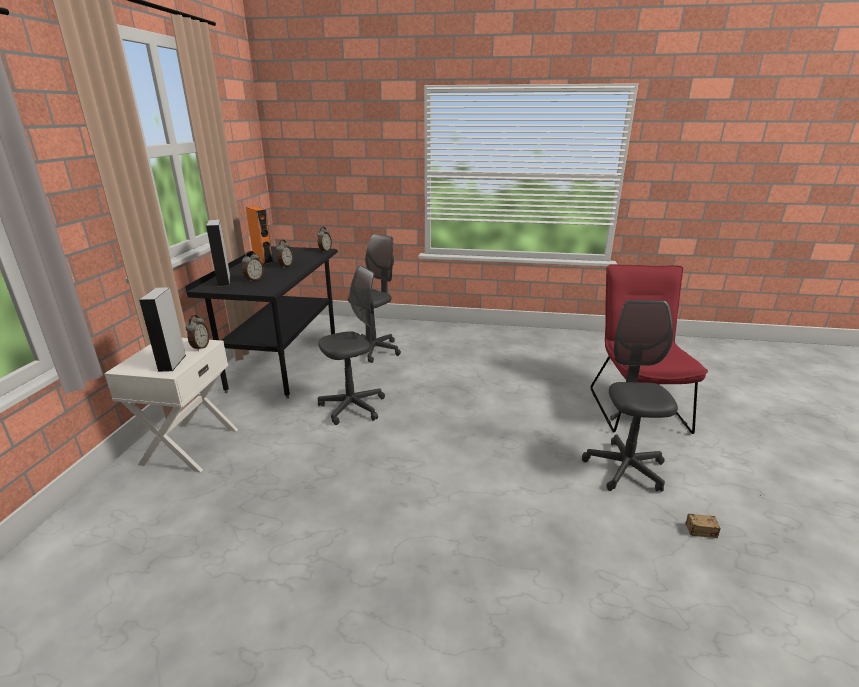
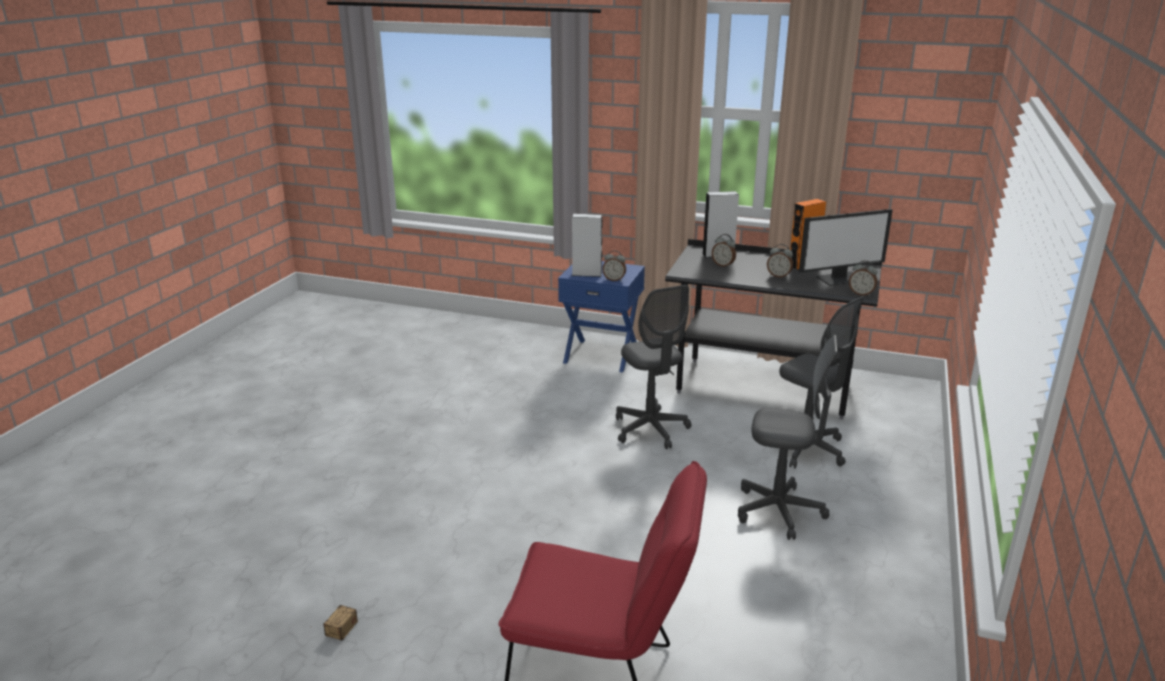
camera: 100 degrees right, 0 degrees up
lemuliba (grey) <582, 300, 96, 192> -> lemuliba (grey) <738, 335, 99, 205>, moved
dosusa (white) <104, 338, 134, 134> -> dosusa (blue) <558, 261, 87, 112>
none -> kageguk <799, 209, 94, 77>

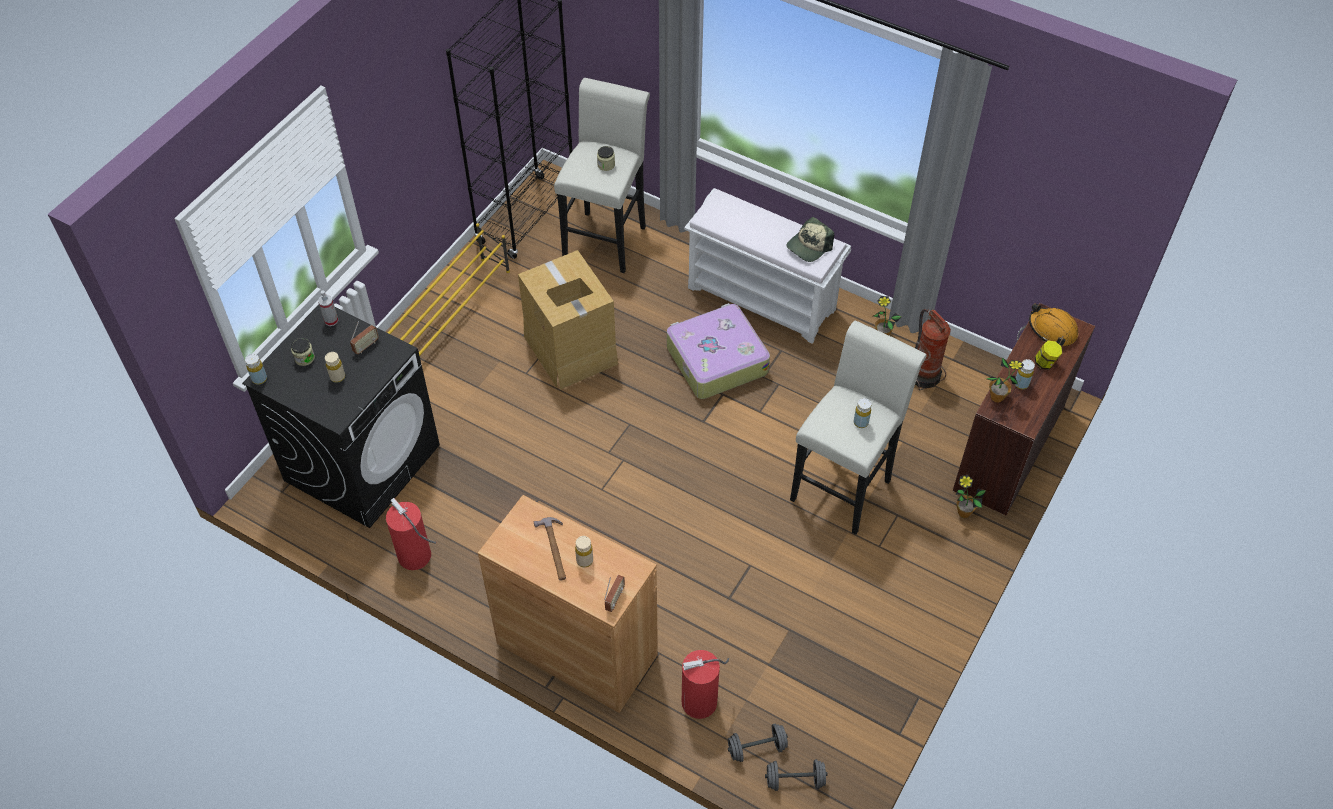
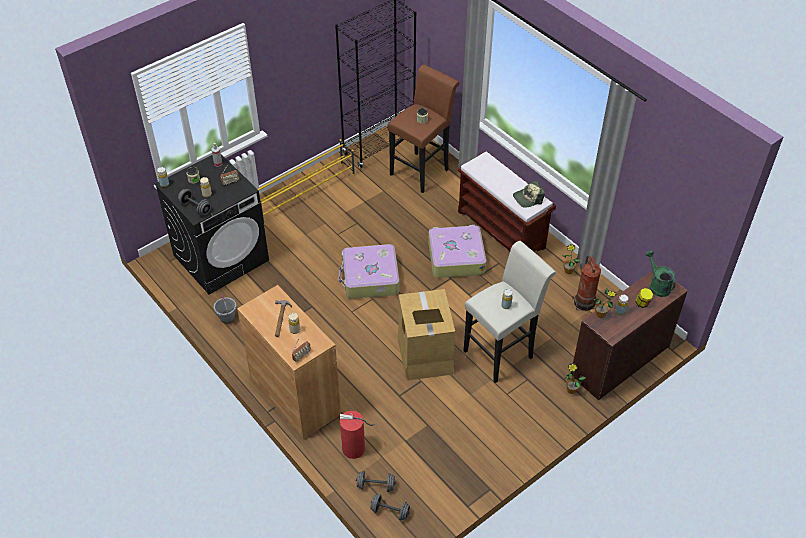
camera: 20 degrees right, 5 degrees down
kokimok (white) <554, 78, 96, 195> -> kokimok (brown) <387, 64, 72, 129>
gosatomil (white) <684, 188, 167, 156> -> gosatomil (brown) <457, 151, 99, 101>
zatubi <518, 250, 100, 140> -> zatubi <397, 289, 58, 91>, moved
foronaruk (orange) <1029, 304, 49, 42> -> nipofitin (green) <645, 250, 31, 47>
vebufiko <386, 498, 50, 72> -> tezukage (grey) <214, 293, 23, 31>
none -> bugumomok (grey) <178, 189, 33, 26>
none -> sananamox <339, 244, 60, 55>

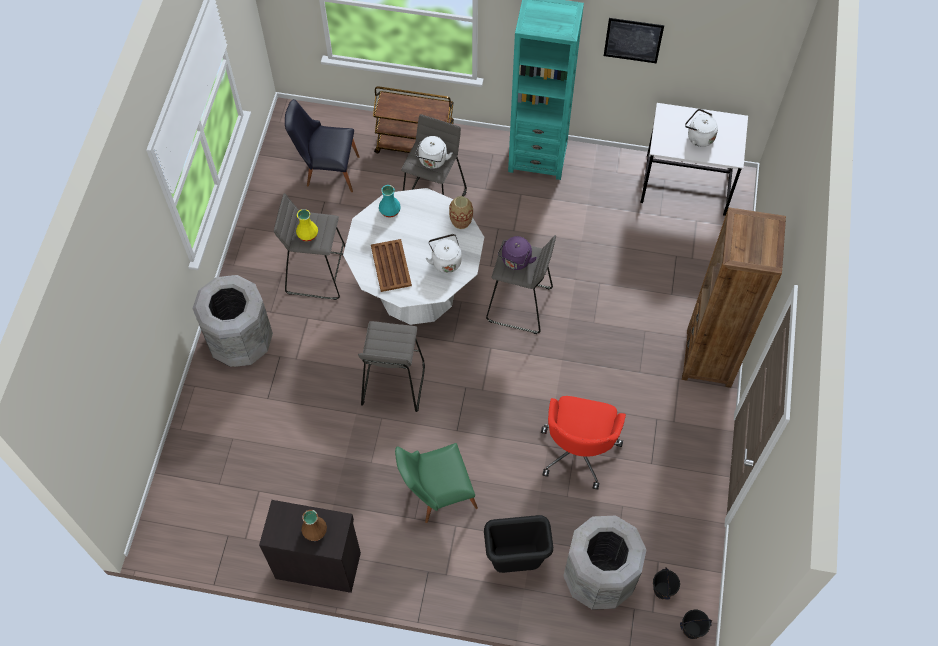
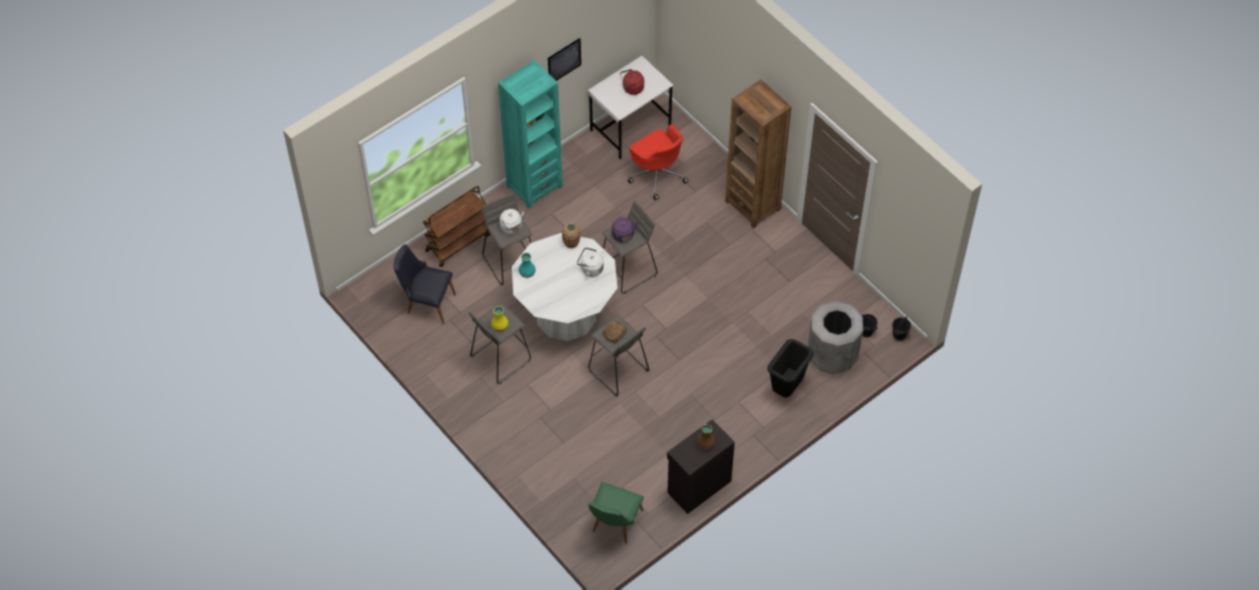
camera: 50 degrees left, 5 degrees down
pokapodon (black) <285, 99, 75, 93> -> pokapodon (black) <393, 244, 63, 80>, 60 degrees clockwise
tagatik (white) <685, 109, 33, 38> -> tagatik (red) <620, 69, 24, 26>
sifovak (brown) <371, 239, 41, 53> -> none
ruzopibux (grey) <192, 275, 81, 92> -> none
lemuliba (red) <541, 396, 85, 94> -> lemuliba (red) <628, 124, 61, 76>, moved
pokapodon (green) <395, 443, 83, 80> -> pokapodon (green) <588, 482, 56, 62>, moved
none -> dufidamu <603, 321, 24, 22>

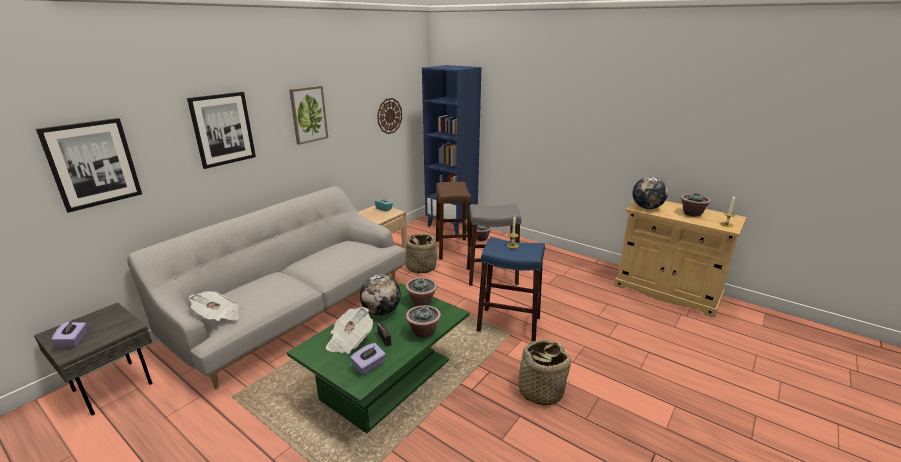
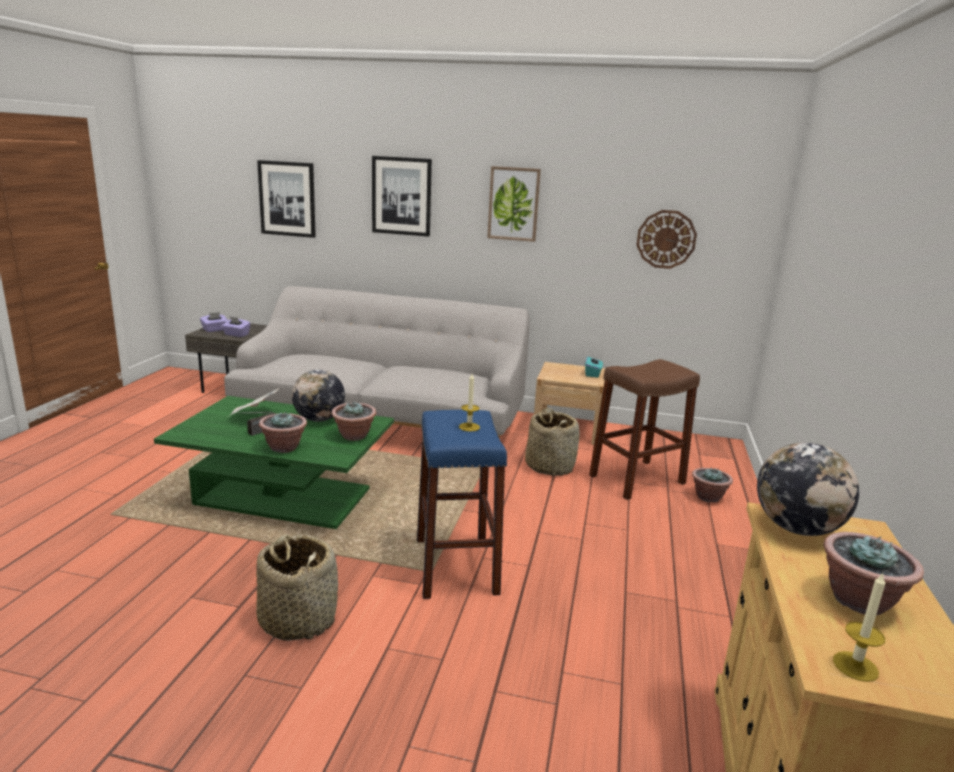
camera: 65 degrees right, 5 degrees down
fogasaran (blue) <422, 65, 59, 170> -> none
kokimok (grey) <467, 204, 54, 82> -> none
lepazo <189, 291, 50, 30> -> none
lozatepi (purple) <350, 343, 36, 32> -> lozatepi (purple) <222, 317, 29, 20>, moved

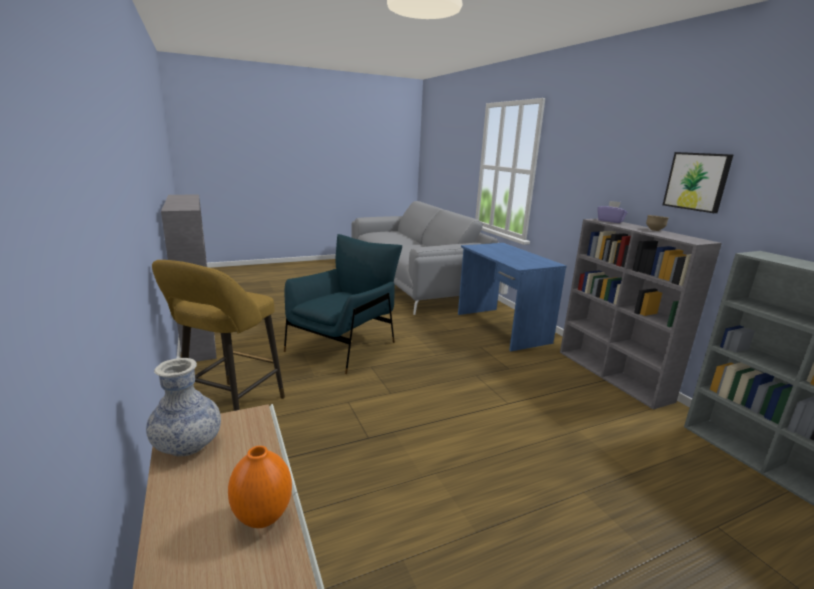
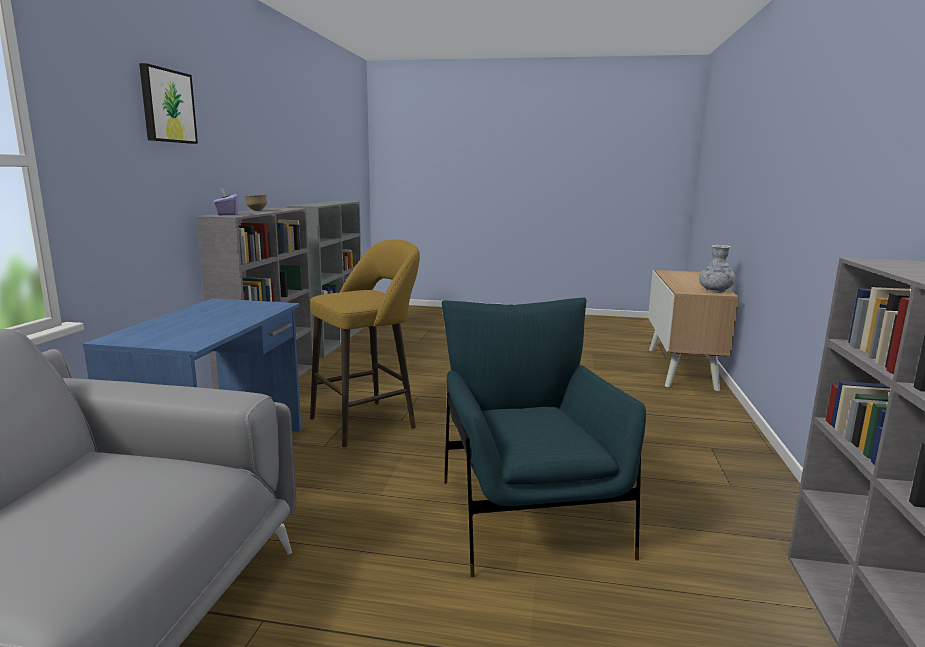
camera: 145 degrees left, 5 degrees down
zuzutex <663, 152, 70, 61> -> zuzutex <139, 63, 59, 81>, moved
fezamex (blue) <284, 234, 118, 140> -> fezamex (blue) <442, 297, 204, 280>, 105 degrees clockwise
kokimok (yellow) <152, 260, 133, 151> -> kokimok (yellow) <310, 239, 110, 208>, moved
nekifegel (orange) <228, 446, 64, 82> -> none

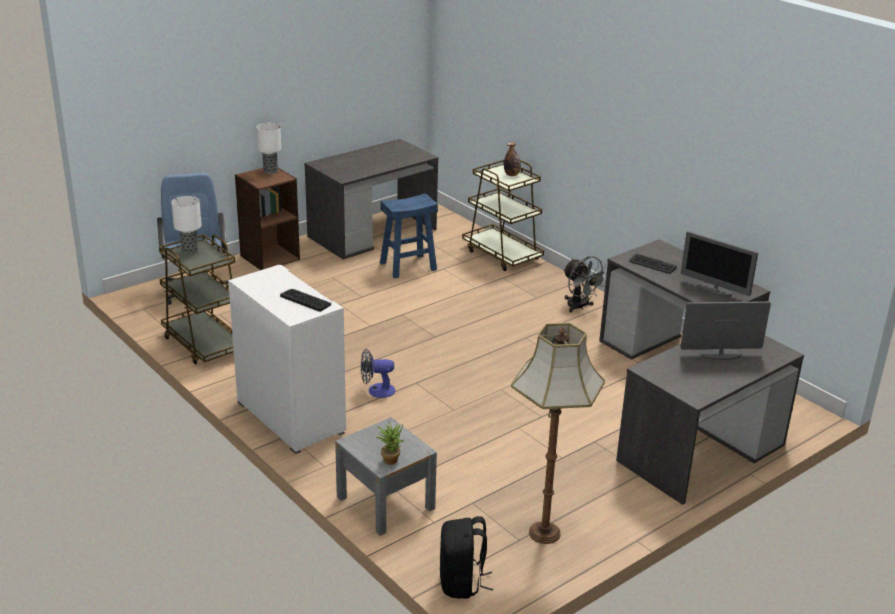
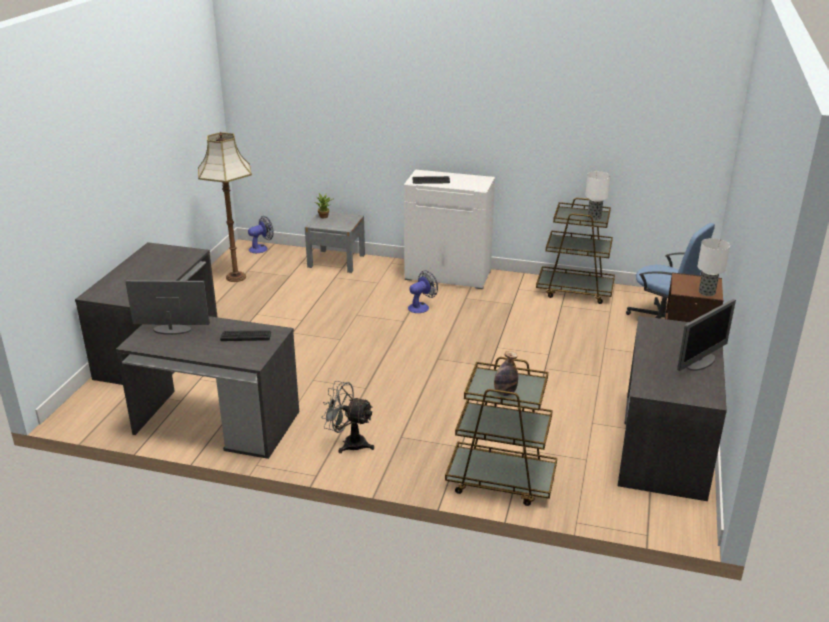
camera: 145 degrees right, 0 degrees up
kokimok (blue) <380, 193, 58, 86> -> none
kageguk <680, 301, 91, 59> -> kageguk <677, 299, 59, 72>, moved
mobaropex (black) <440, 516, 53, 83> -> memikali <248, 216, 26, 37>

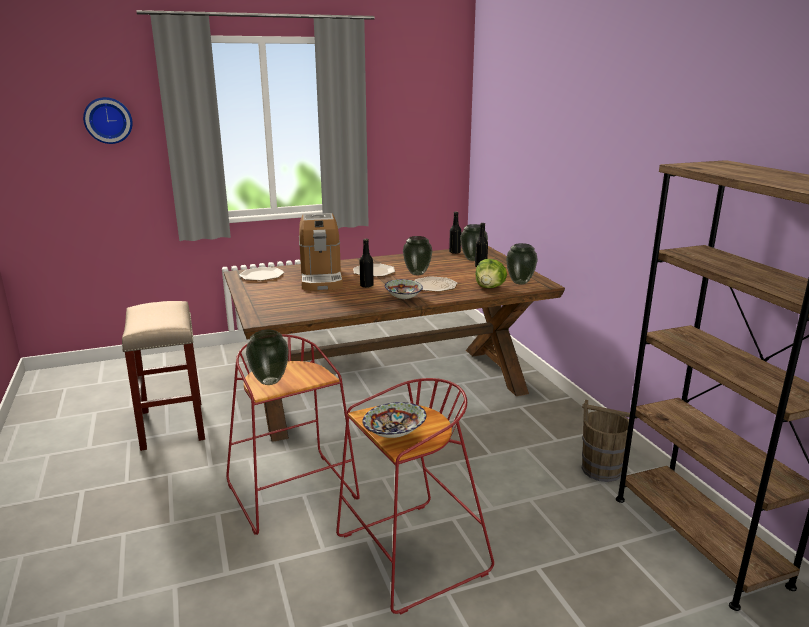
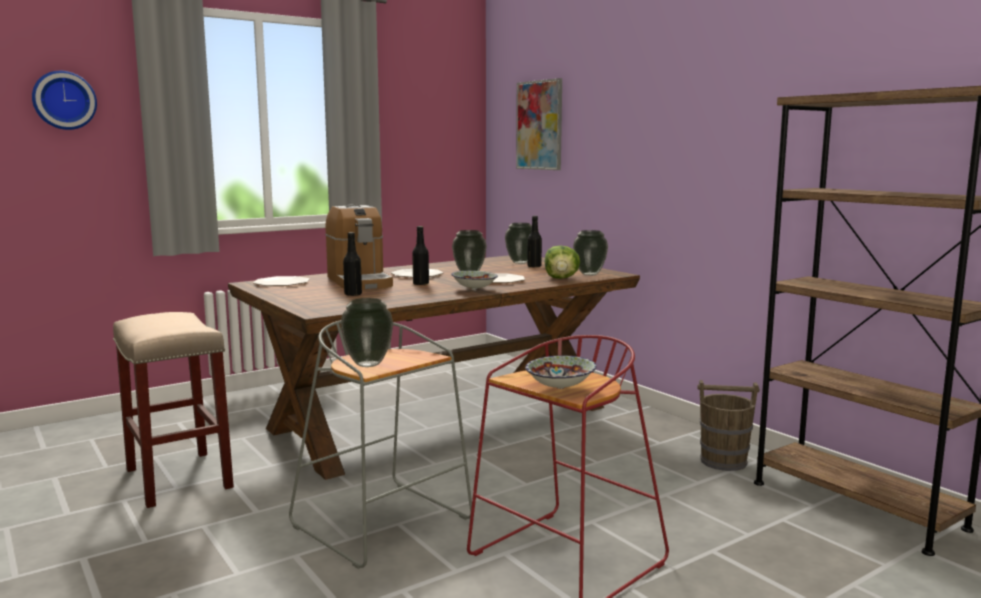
camera: 15 degrees left, 10 degrees down
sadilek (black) <449, 212, 12, 42> -> sadilek (black) <343, 232, 19, 64>, moved
kokimok (red) <226, 334, 134, 201> -> kokimok (grey) <289, 320, 183, 249>
none -> zuzutex <516, 78, 46, 92>

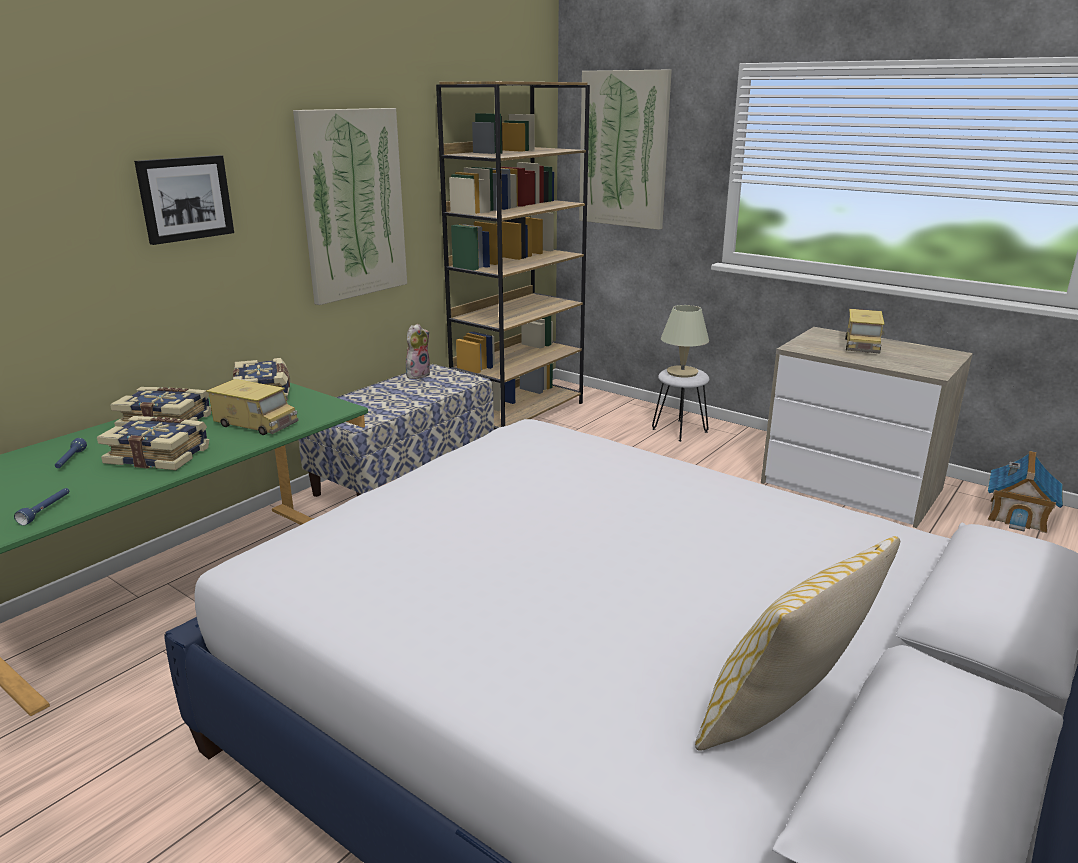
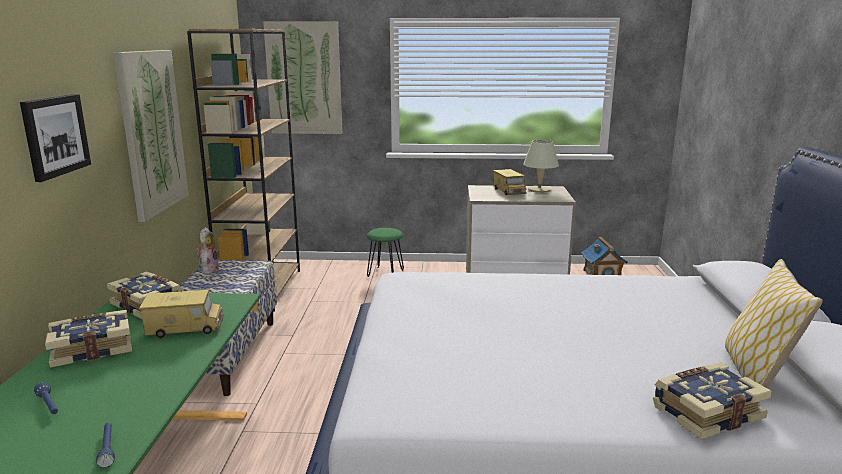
camera: 35 degrees left, 5 degrees down
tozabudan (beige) <661, 305, 48, 72> -> tozabudan (beige) <523, 140, 36, 53>, moved
kokimok (white) <652, 369, 57, 73> -> kokimok (green) <367, 228, 37, 49>
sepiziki <97, 416, 112, 54> -> sepiziki <653, 363, 119, 76>, moved

